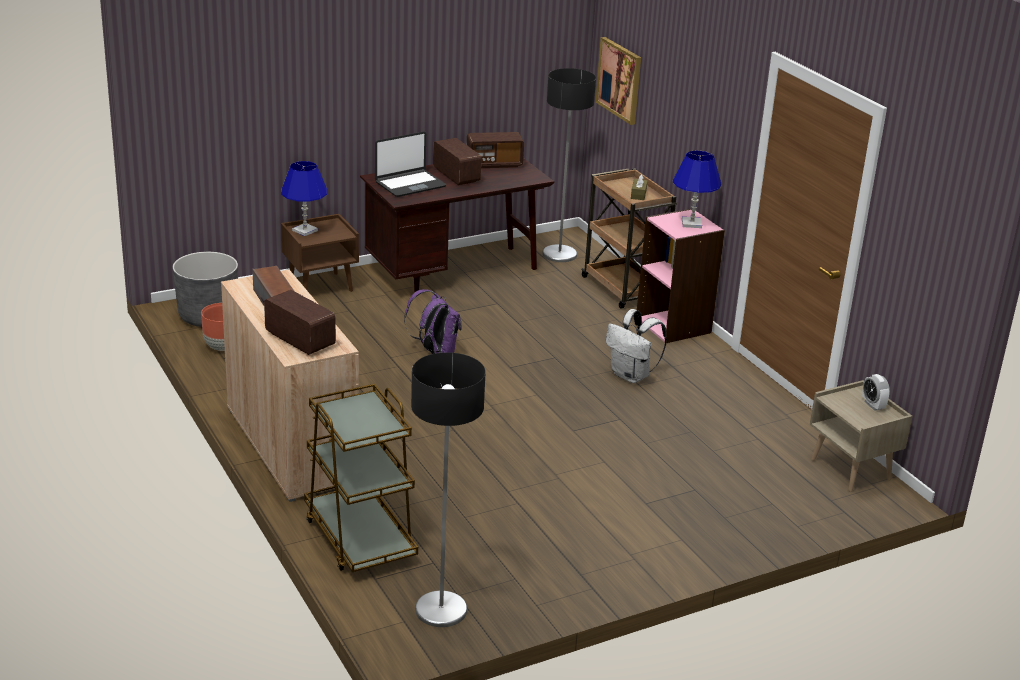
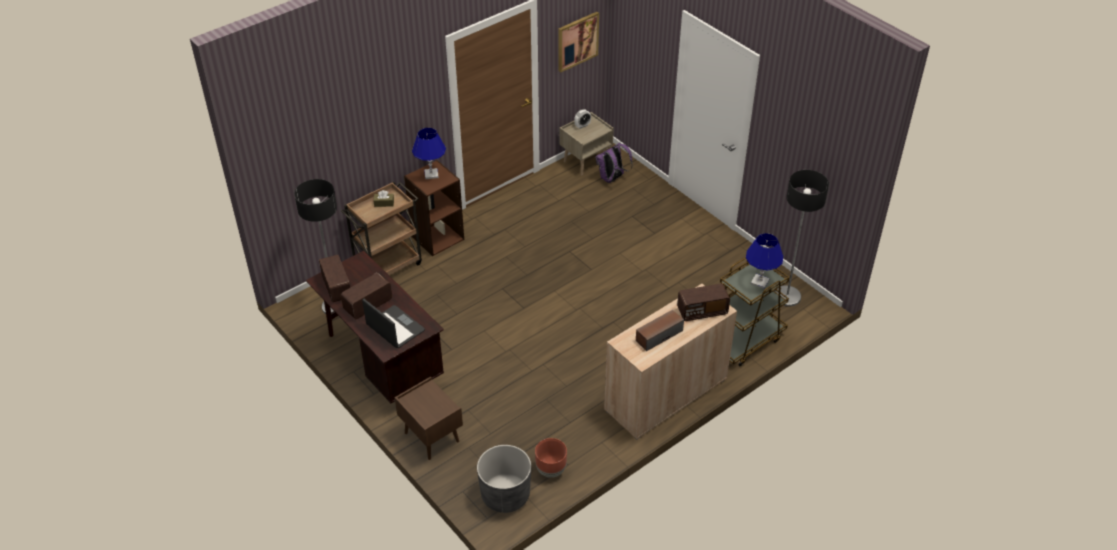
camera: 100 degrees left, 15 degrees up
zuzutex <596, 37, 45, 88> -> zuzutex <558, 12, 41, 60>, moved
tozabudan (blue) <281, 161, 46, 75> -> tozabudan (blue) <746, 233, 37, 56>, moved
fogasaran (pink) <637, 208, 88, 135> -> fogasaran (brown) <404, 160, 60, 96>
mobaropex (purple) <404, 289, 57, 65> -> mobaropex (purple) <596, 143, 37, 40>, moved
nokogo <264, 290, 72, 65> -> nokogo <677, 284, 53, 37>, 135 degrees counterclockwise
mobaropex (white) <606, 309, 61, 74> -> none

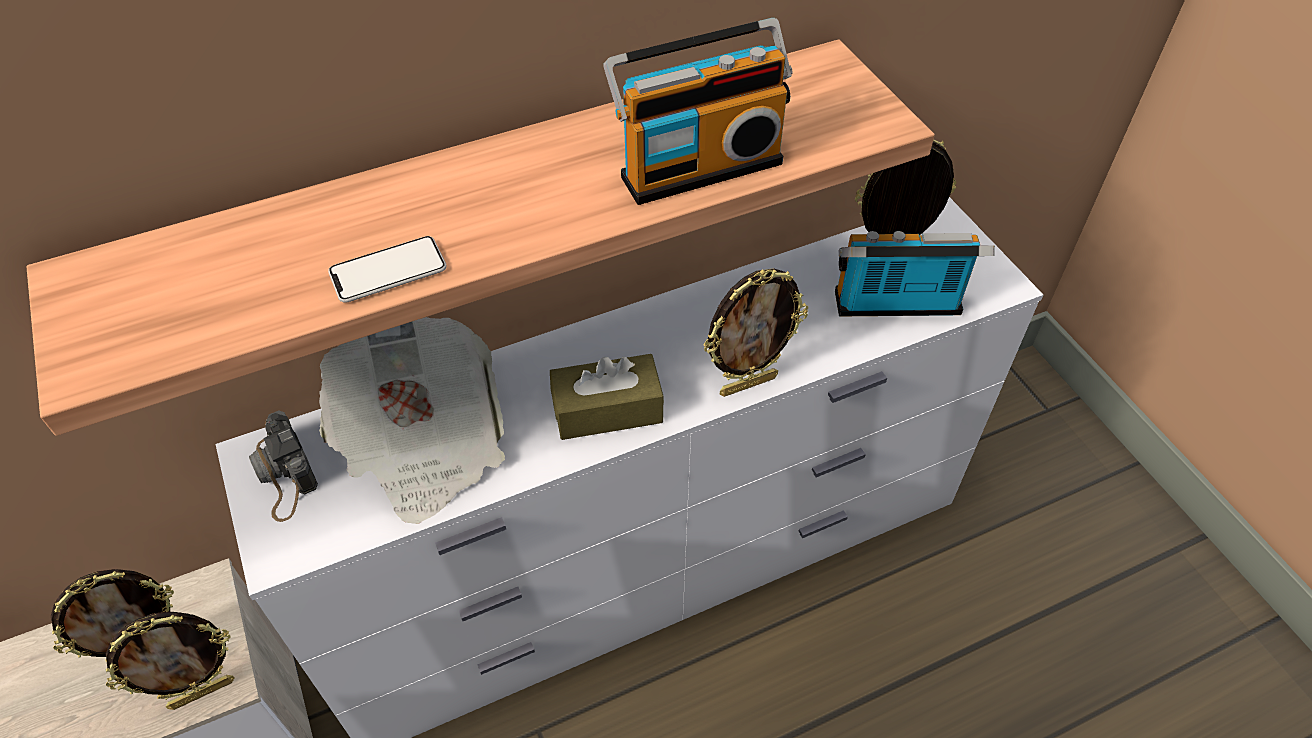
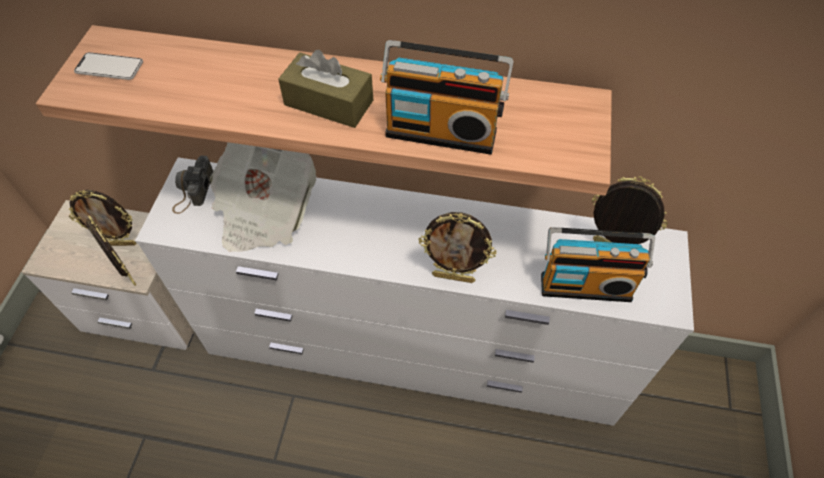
camera: 35 degrees right, 5 degrees up
nokogo <835, 231, 160, 85> -> nokogo <541, 227, 114, 75>, 150 degrees clockwise
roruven <328, 236, 119, 67> -> roruven <74, 52, 69, 28>, moved
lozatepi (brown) <550, 354, 114, 86> -> lozatepi (brown) <278, 50, 95, 78>, moved
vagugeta <106, 612, 128, 98> -> vagugeta <85, 215, 51, 71>, 135 degrees counterclockwise

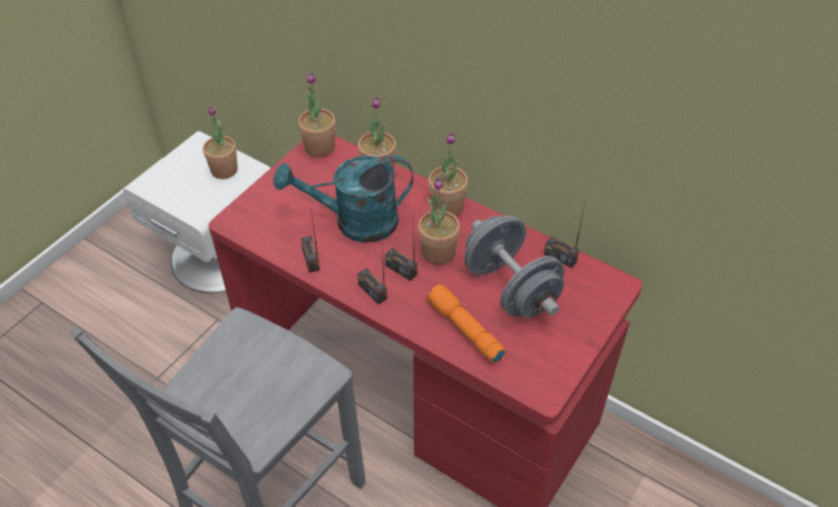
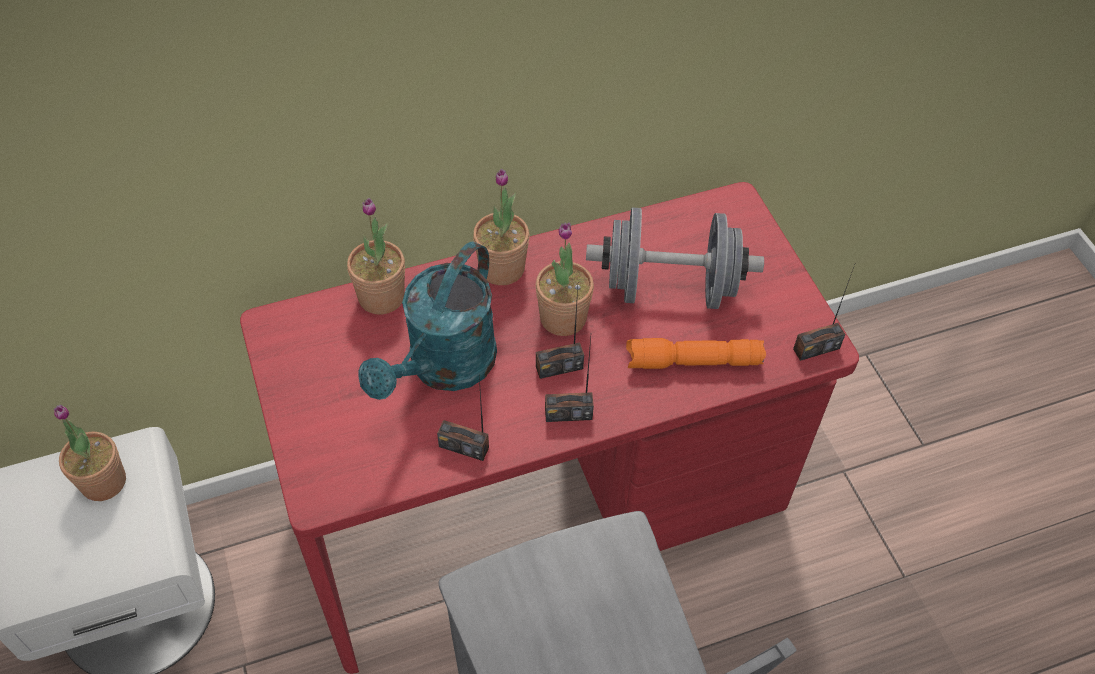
camera: 55 degrees left, 5 degrees up
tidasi <298, 72, 38, 86> -> none
nokogo <544, 204, 41, 64> -> nokogo <793, 265, 62, 96>, moved

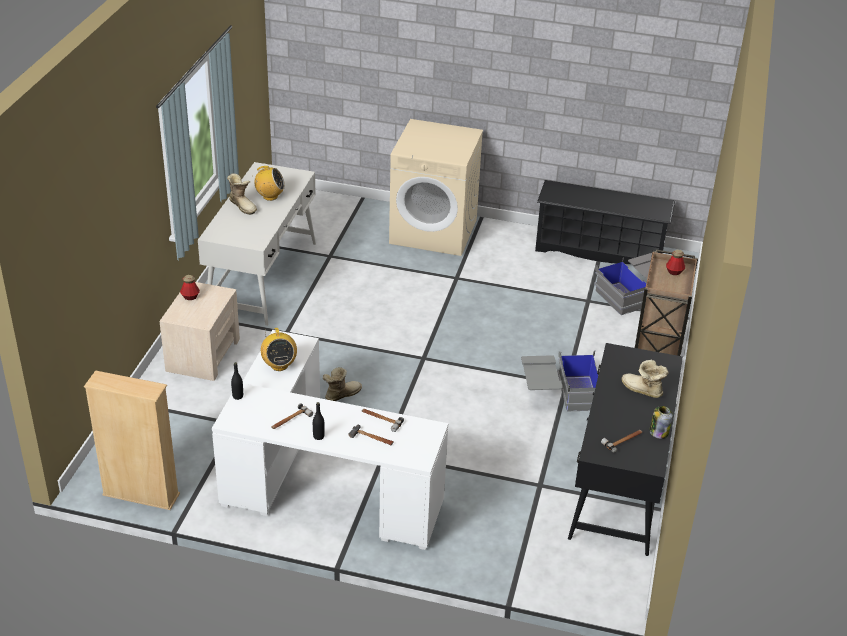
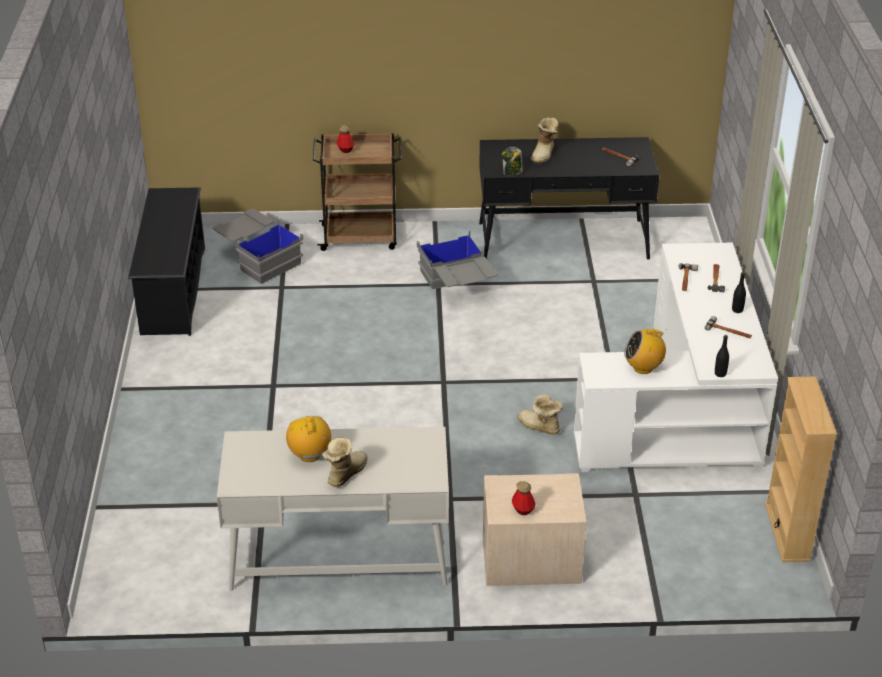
camera: 105 degrees left, 0 degrees up
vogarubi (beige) <389, 119, 94, 137> -> none
nokogo <261, 328, 36, 43> -> nokogo <624, 329, 42, 45>, 150 degrees counterclockwise
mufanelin <649, 406, 24, 33> -> mufanelin <502, 147, 21, 29>, moved

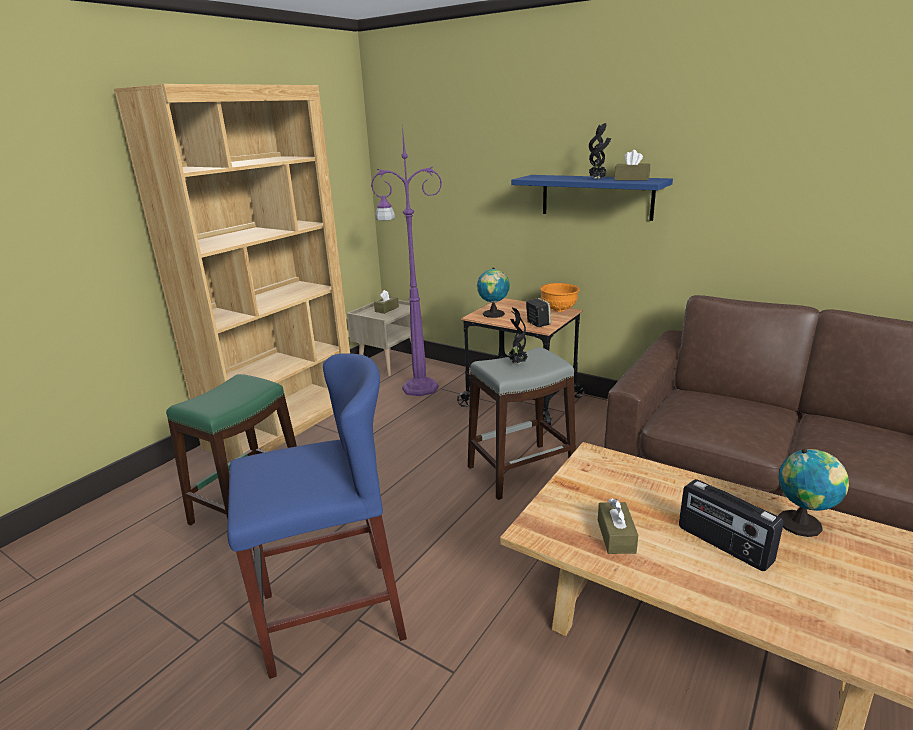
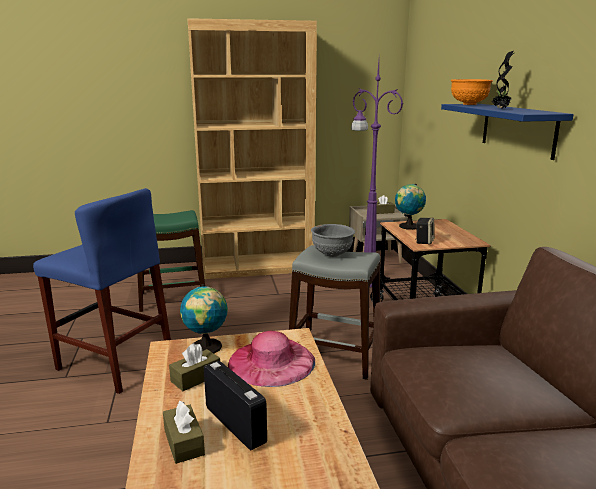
camera: 45 degrees right, 5 degrees down
lozatepi (brown) <614, 150, 36, 30> -> lozatepi (brown) <163, 401, 42, 63>, moved
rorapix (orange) <540, 283, 40, 29> -> rorapix (orange) <451, 79, 42, 26>, moved
tidasi <508, 308, 20, 56> -> rorapix (grey) <311, 224, 44, 33>
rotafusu <778, 449, 71, 88> -> rotafusu <180, 284, 48, 69>, moved
nokogo <679, 479, 105, 92> -> nokogo <204, 361, 63, 89>, 135 degrees clockwise
none -> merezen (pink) <228, 330, 87, 57>

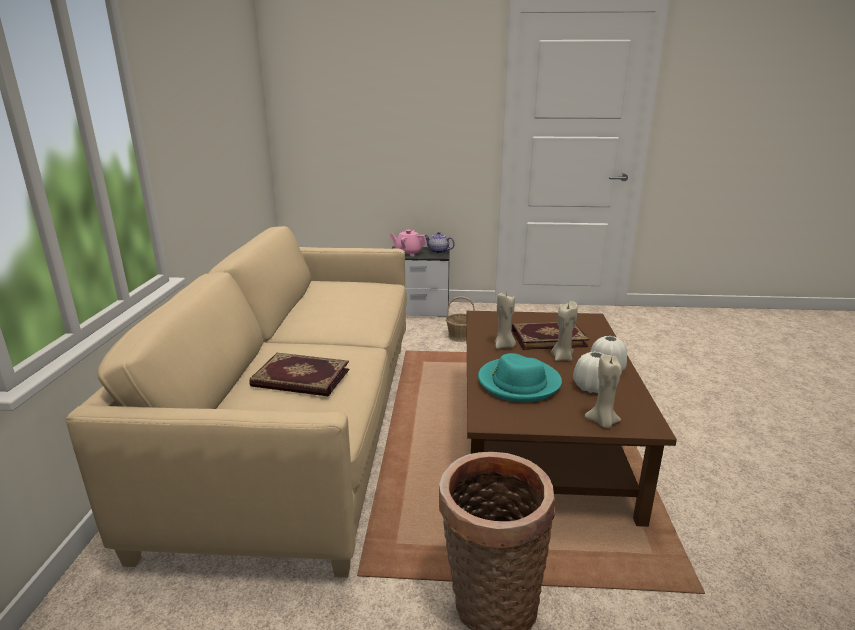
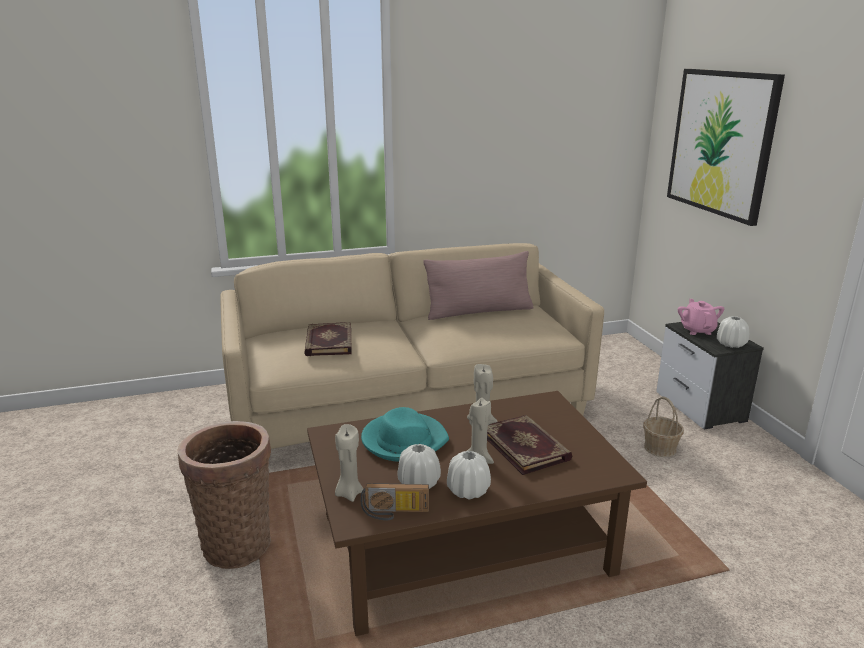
camera: 70 degrees right, 0 degrees up
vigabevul <425, 232, 30, 22> -> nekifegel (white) <717, 316, 32, 32>
none -> zuzutex <667, 69, 118, 157>
none -> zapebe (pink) <424, 251, 109, 69>
none -> nokogo <361, 483, 68, 38>

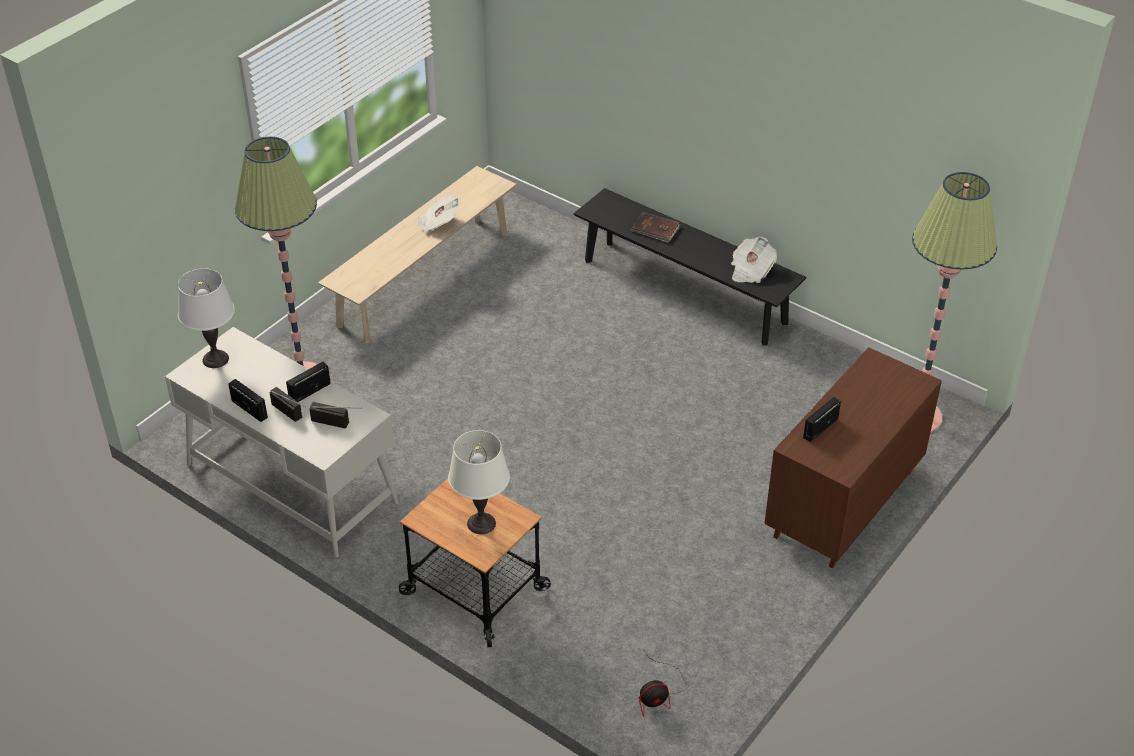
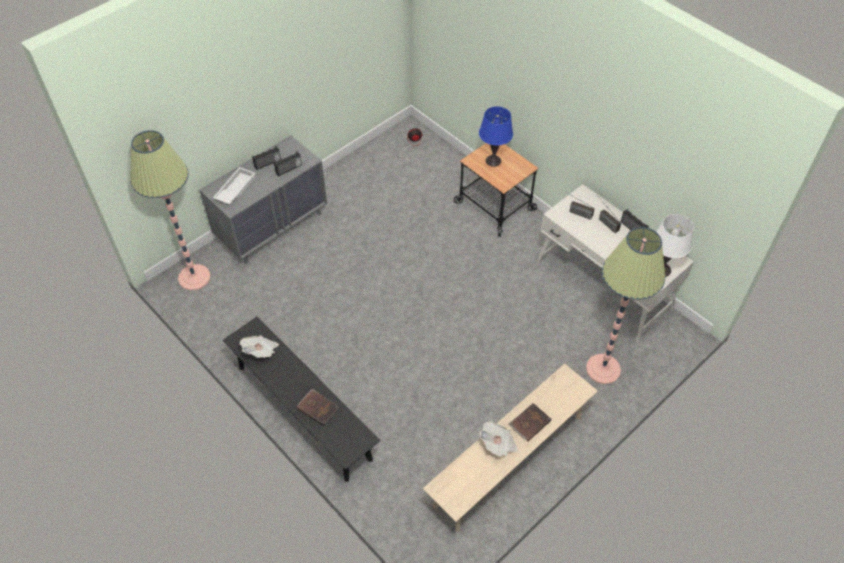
camera: 170 degrees left, 10 degrees up
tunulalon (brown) <764, 347, 178, 221> -> tunulalon (grey) <199, 135, 128, 129>
nokogo <286, 362, 45, 40> -> nokogo <252, 146, 29, 24>, moved
tozabudan (white) <448, 430, 62, 104> -> tozabudan (blue) <479, 106, 34, 61>
none -> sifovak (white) <213, 167, 42, 37>
none -> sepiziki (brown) <508, 403, 43, 39>

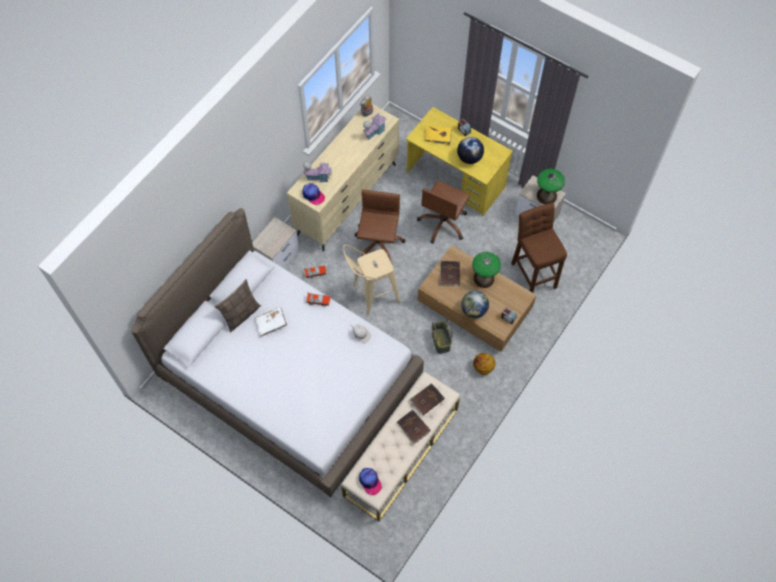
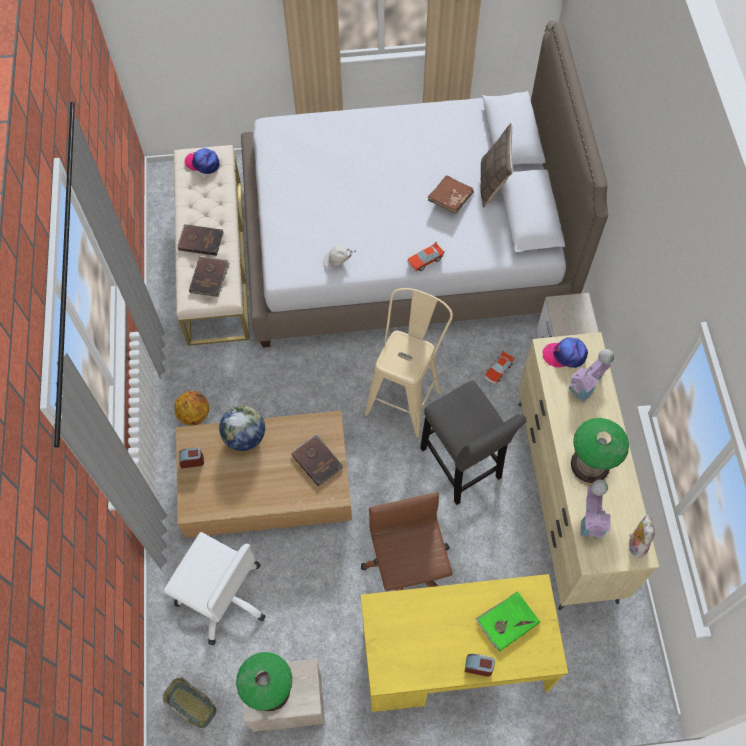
camera: 140 degrees right, 0 degrees up
sepiziki (yellow) <425, 125, 27, 20> -> sepiziki (green) <475, 592, 65, 59>
rotafusu <457, 137, 27, 27> -> none
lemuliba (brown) <354, 189, 51, 74> -> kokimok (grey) <420, 381, 107, 124>
kokimok (brown) <511, 203, 56, 90> -> lemuliba (white) <163, 532, 103, 113>
tozabudan <472, 252, 29, 36> -> tozabudan <571, 418, 58, 65>, moved
sepiziki (white) <255, 307, 32, 30> -> sepiziki (brown) <428, 176, 46, 38>
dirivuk <432, 319, 20, 35> -> dirivuk <163, 677, 54, 51>, moved

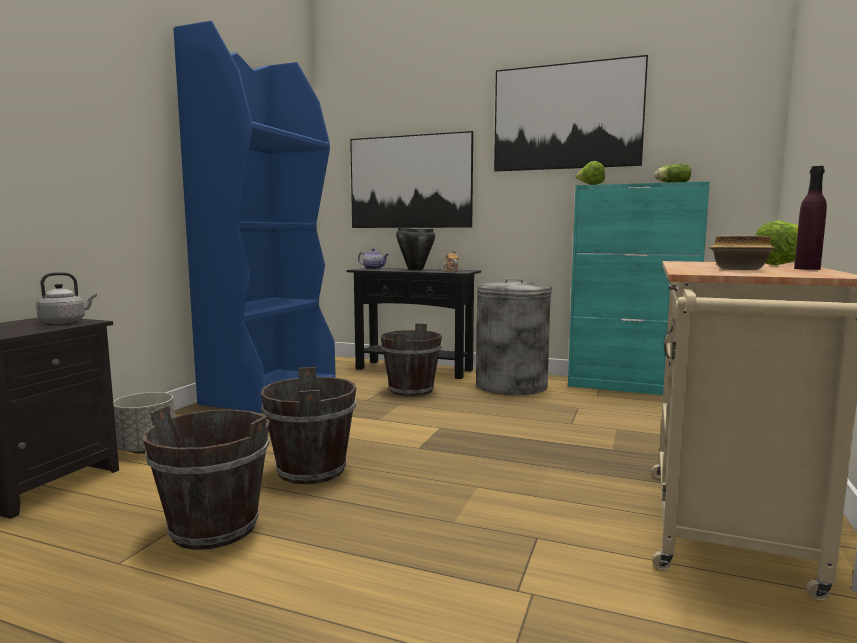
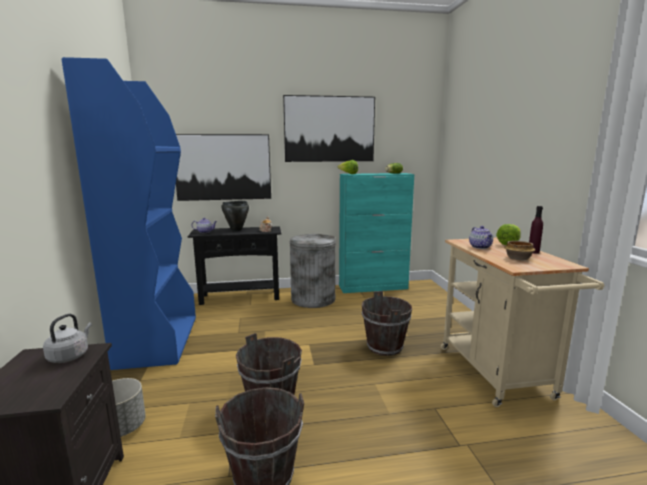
camera: 30 degrees left, 5 degrees up
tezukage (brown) <380, 323, 62, 73> -> tezukage (brown) <362, 291, 50, 65>, moved
none -> vigabevul <469, 226, 24, 23>

